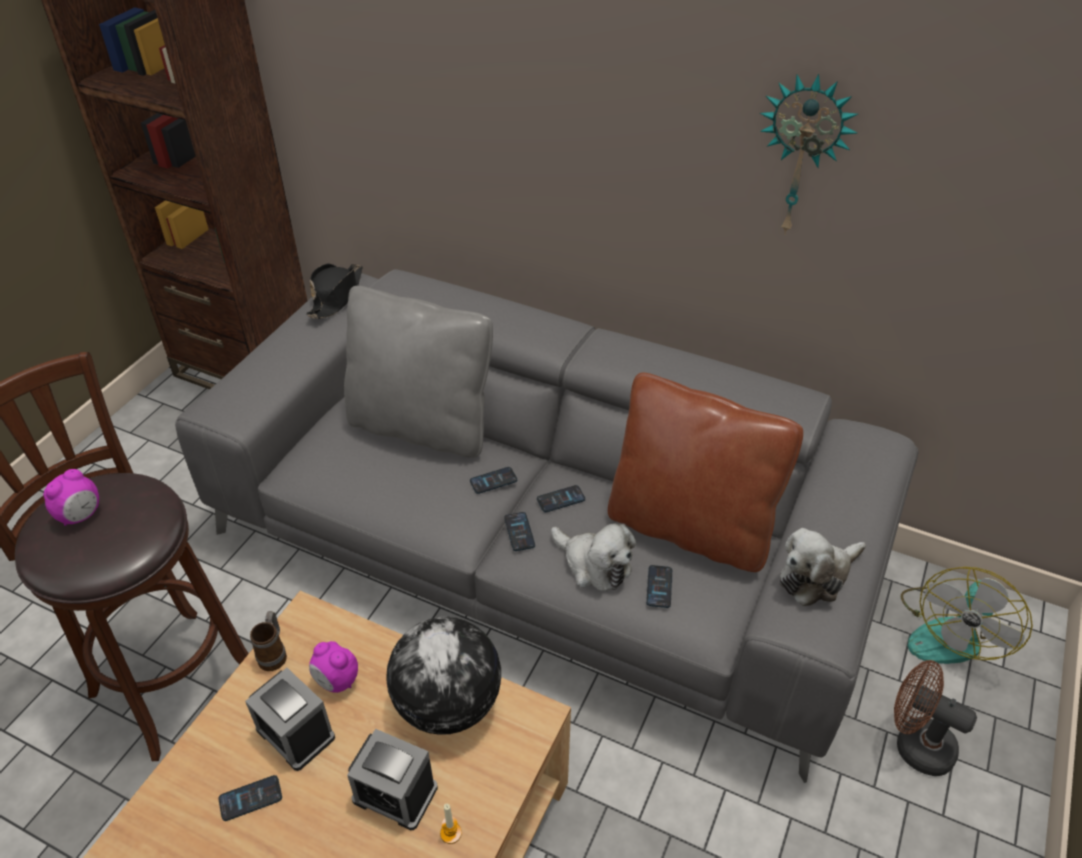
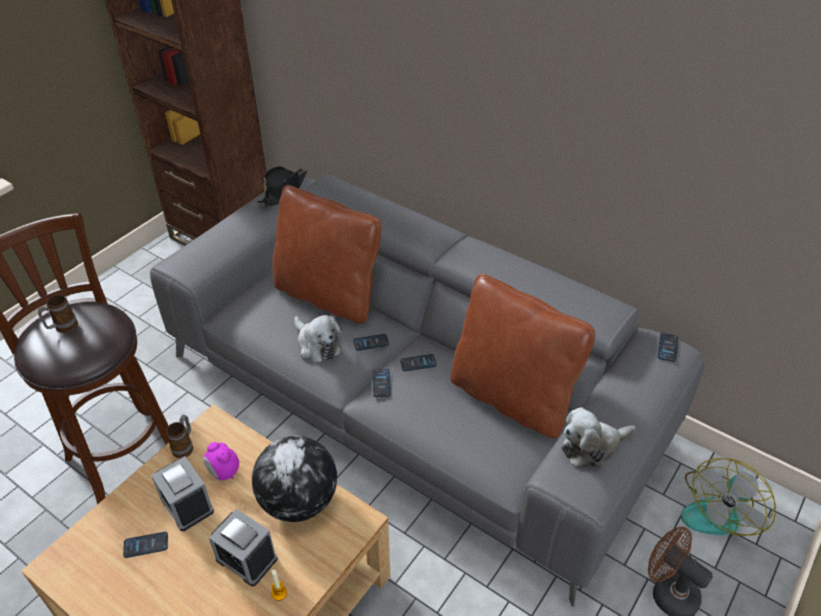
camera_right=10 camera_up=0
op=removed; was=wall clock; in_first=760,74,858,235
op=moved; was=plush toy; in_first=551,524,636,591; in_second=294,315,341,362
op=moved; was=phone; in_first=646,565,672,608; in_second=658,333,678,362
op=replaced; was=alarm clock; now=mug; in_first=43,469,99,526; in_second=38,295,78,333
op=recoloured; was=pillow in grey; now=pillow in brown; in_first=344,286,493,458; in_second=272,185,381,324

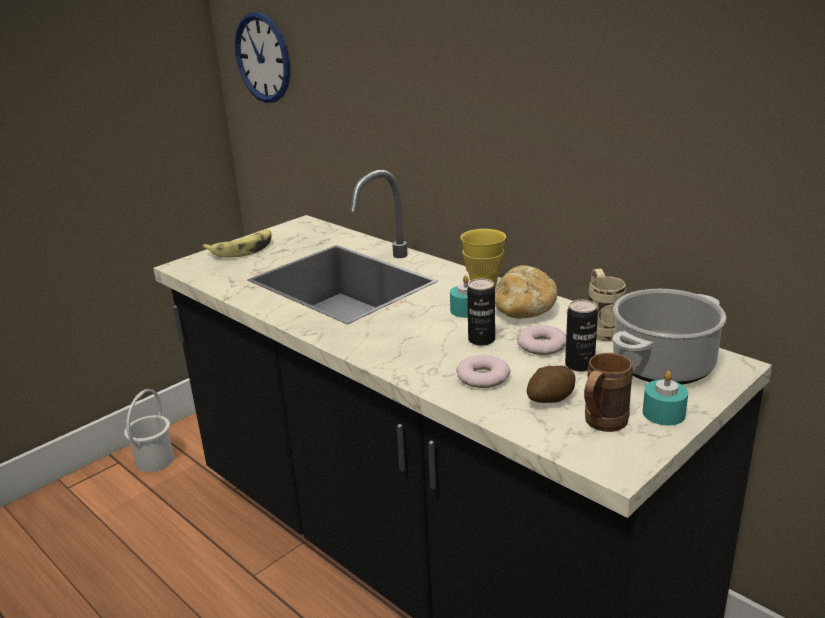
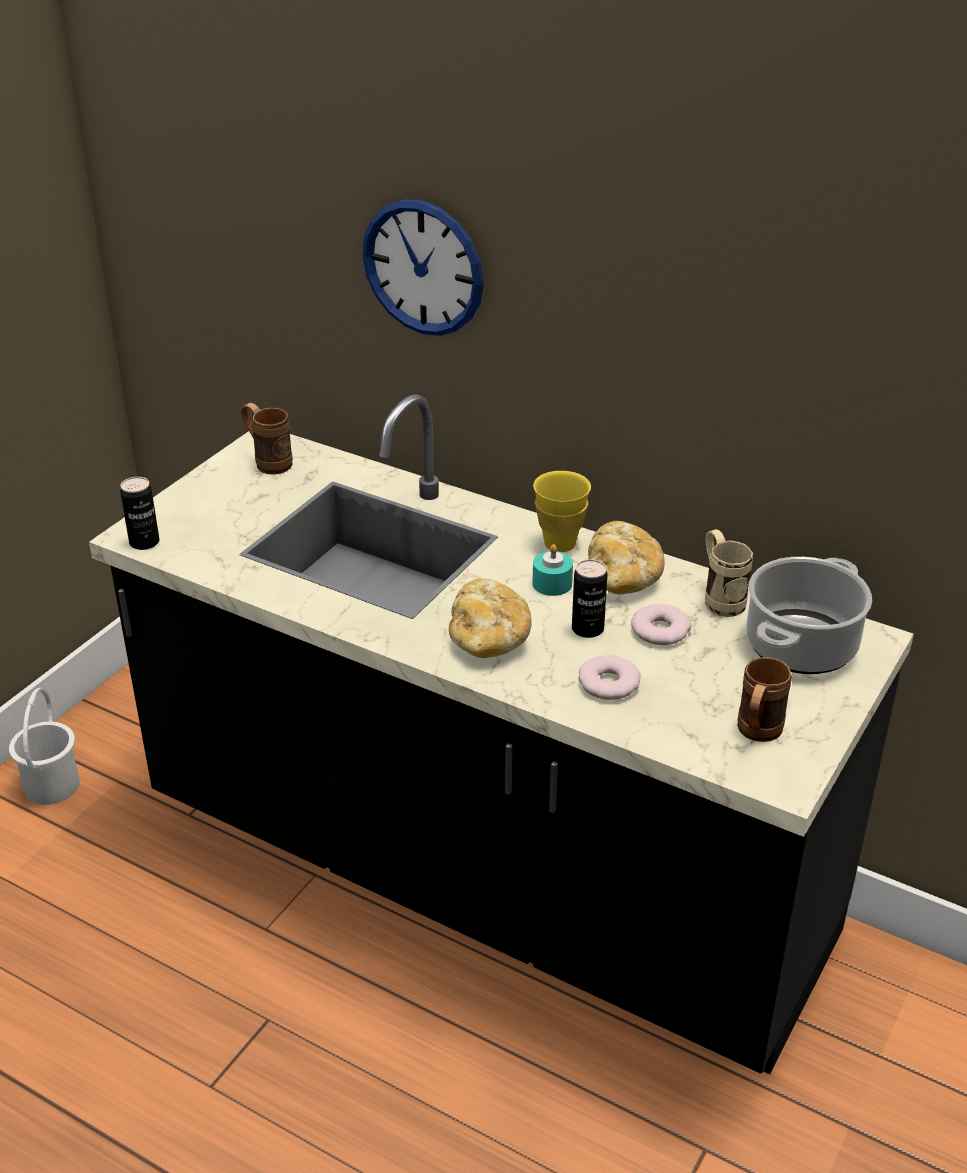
camera_right=-15 camera_up=10
op=removed; was=banana; in_first=202,230,271,257
op=removed; was=potato; in_first=527,366,576,403
op=removed; was=candle in turquoise; in_first=643,371,688,425
op=added; now=mug in brown; in_second=241,403,293,475
op=added; now=bread; in_second=449,578,531,658
op=moved; was=wall clock; in_first=235,12,290,103; in_second=362,199,484,336
op=moved; was=can; in_first=565,300,598,372; in_second=120,477,160,550

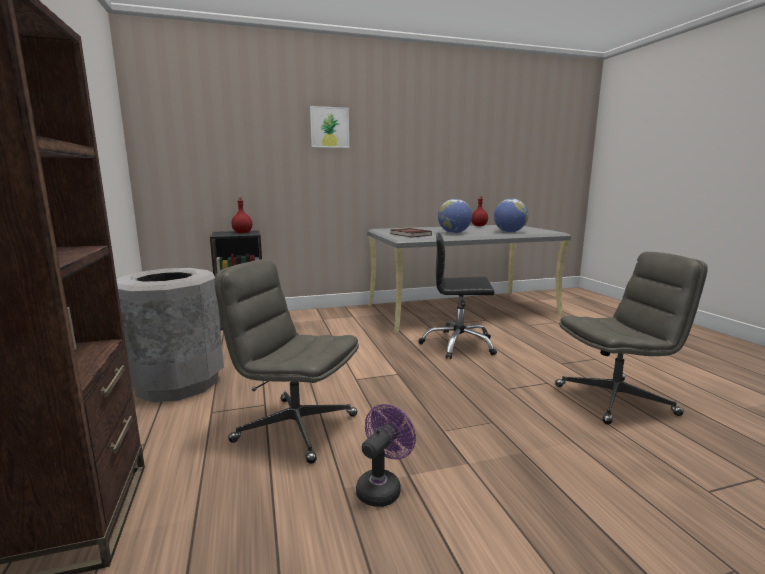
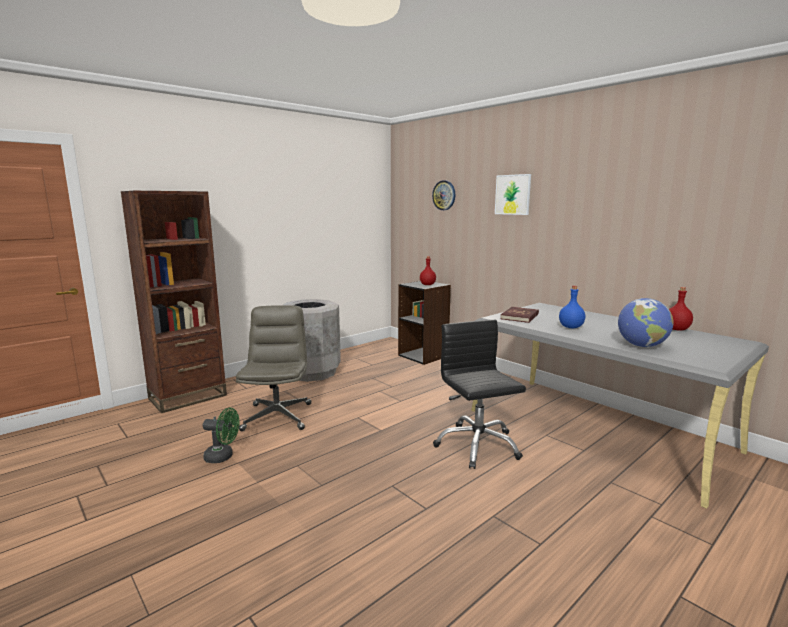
camera_right=65 camera_up=0
op=removed; was=office chair in grey; in_first=555,252,708,424
op=added; now=wall clock; in_second=432,180,455,210
op=replaced; was=globe; now=bottle in blue; in_first=438,199,472,233; in_second=559,286,585,328
op=recoloured; was=fan in purple; now=fan in green; in_first=356,404,416,507; in_second=203,408,240,463

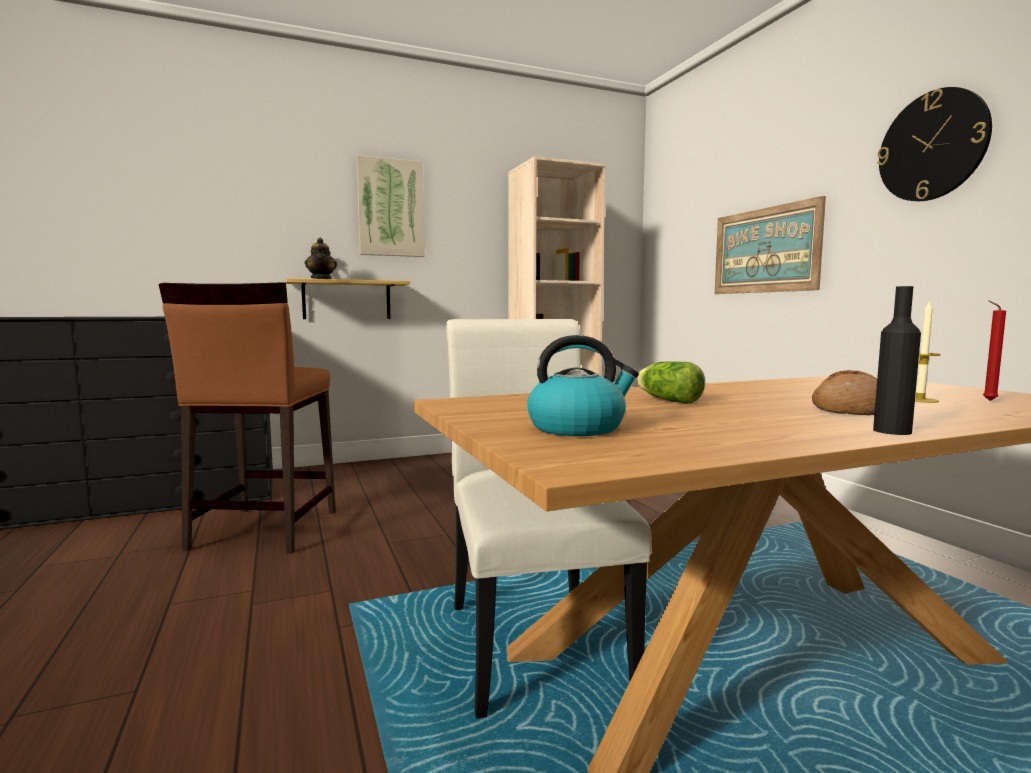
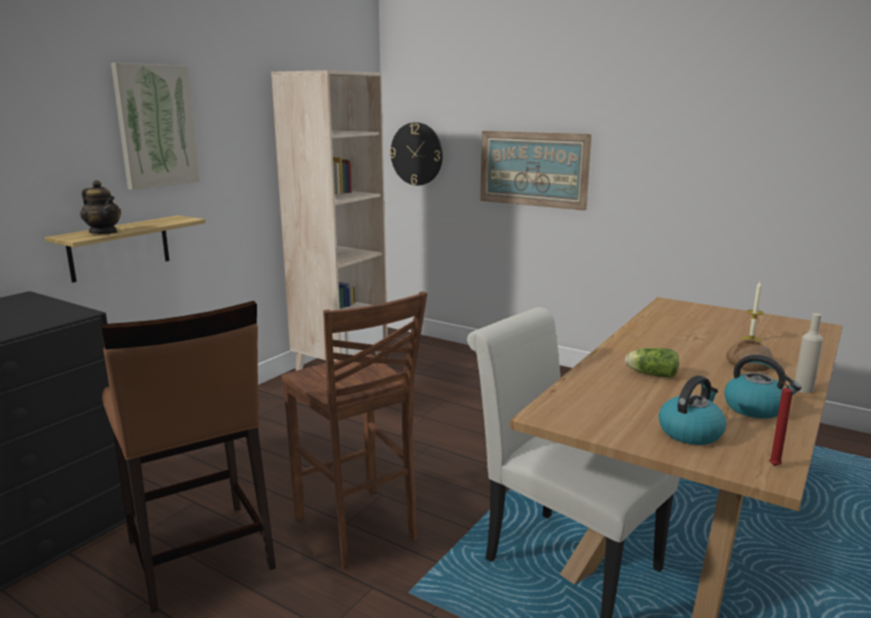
camera_right=-35 camera_up=10
op=added; now=stool in brown; in_second=281,291,427,570
op=added; now=kettle; in_second=724,355,801,419
op=moved; was=wall clock; in_first=877,87,992,201; in_second=390,122,443,186
op=moved; was=candle in red; in_first=983,300,1006,401; in_second=769,382,793,466
op=recoloured; was=bottle in black; now=bottle in beige; in_first=873,286,921,435; in_second=795,313,823,393

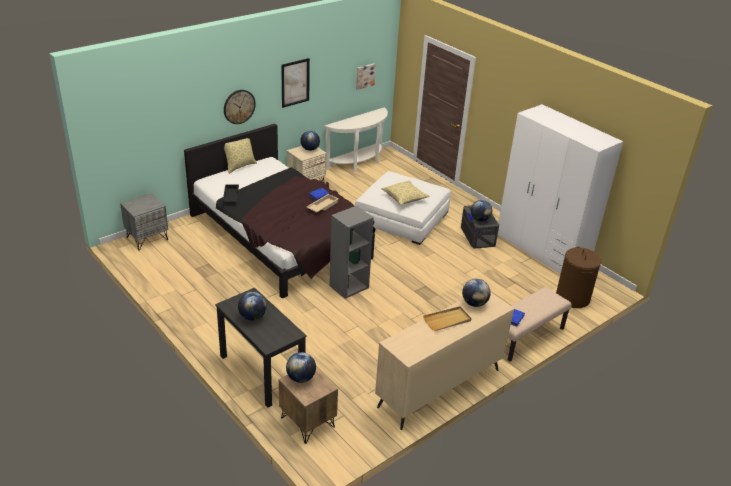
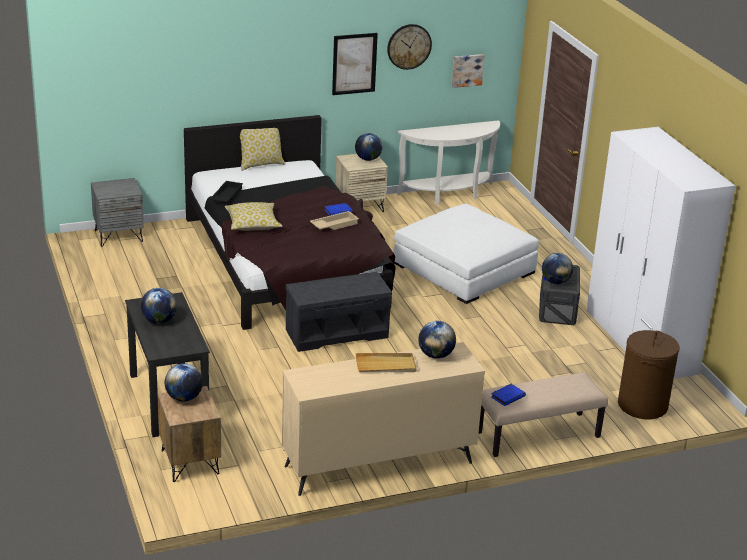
camera_right=20 camera_up=-5
op=moved; was=wall clock; in_first=224,90,256,124; in_second=387,24,432,70
op=moved; was=pillow; in_first=381,180,430,205; in_second=225,202,282,231
op=replaced; was=bookcase in grey; now=bench in grey; in_first=329,205,374,299; in_second=286,272,392,352

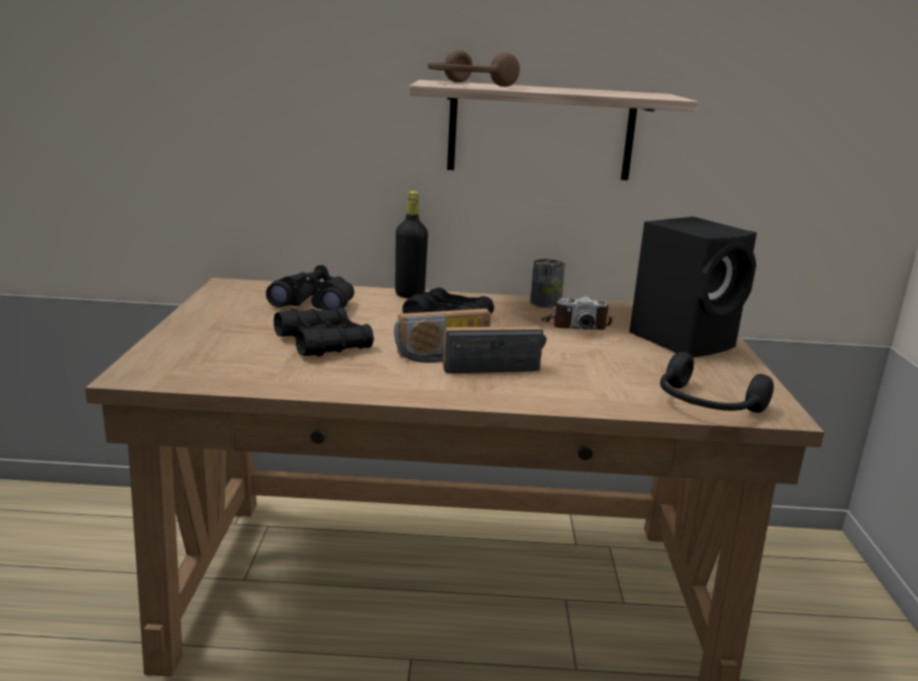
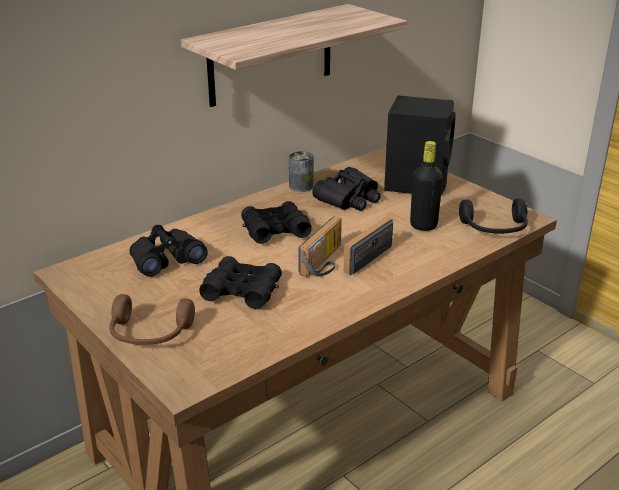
camera_right=-40 camera_up=10
op=moved; was=bottle in black; in_first=395,191,428,298; in_second=410,141,443,231
op=moved; was=headphones in brown; in_first=428,50,520,87; in_second=109,294,195,345
op=replaced; was=photo camera; now=binoculars in black; in_first=541,296,612,330; in_second=312,167,381,211

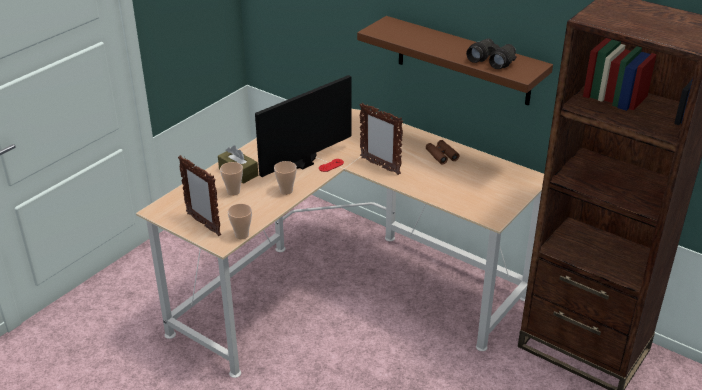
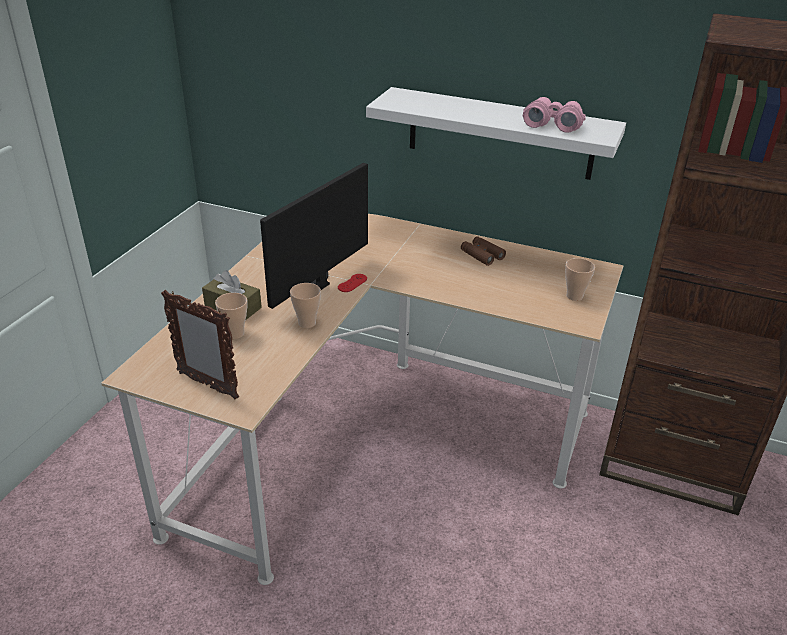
camera_right=-15 camera_up=0
op=removed; was=picture frame; in_first=359,102,403,175
op=moved; was=cup; in_first=228,204,252,239; in_second=565,258,595,301
op=recoloured; was=shelf in brown; now=shelf in white; in_first=357,16,553,106; in_second=366,87,626,180
op=recoloured; was=binoculars in black; now=binoculars in pink; in_first=466,38,516,69; in_second=523,97,586,133

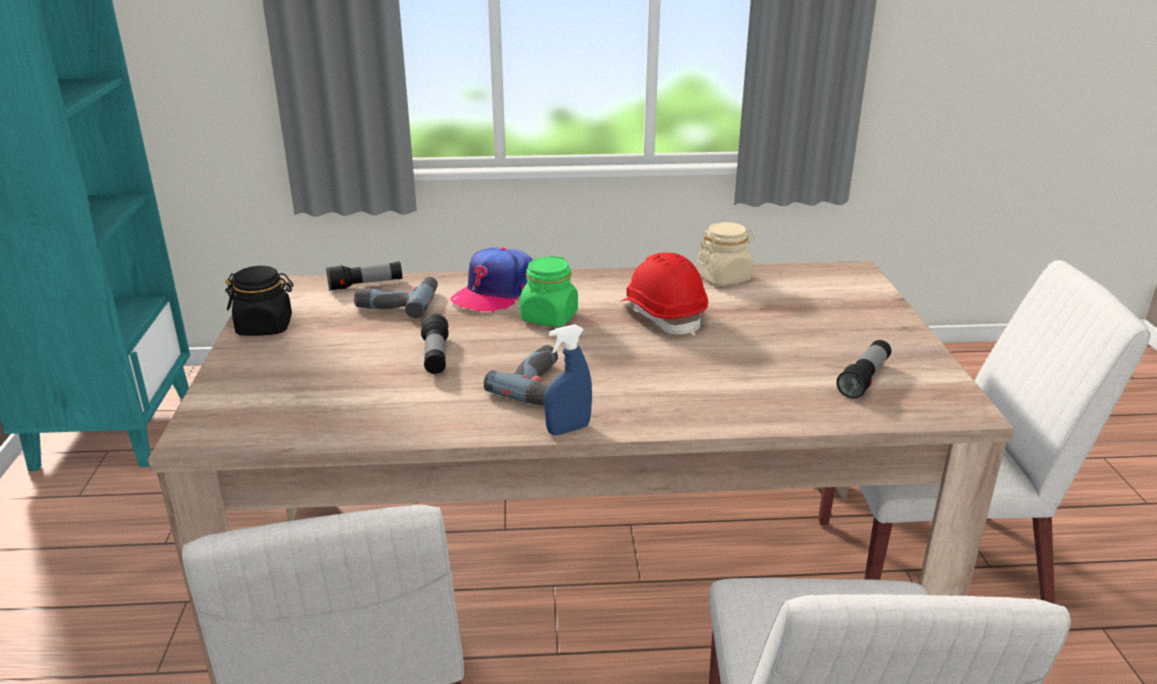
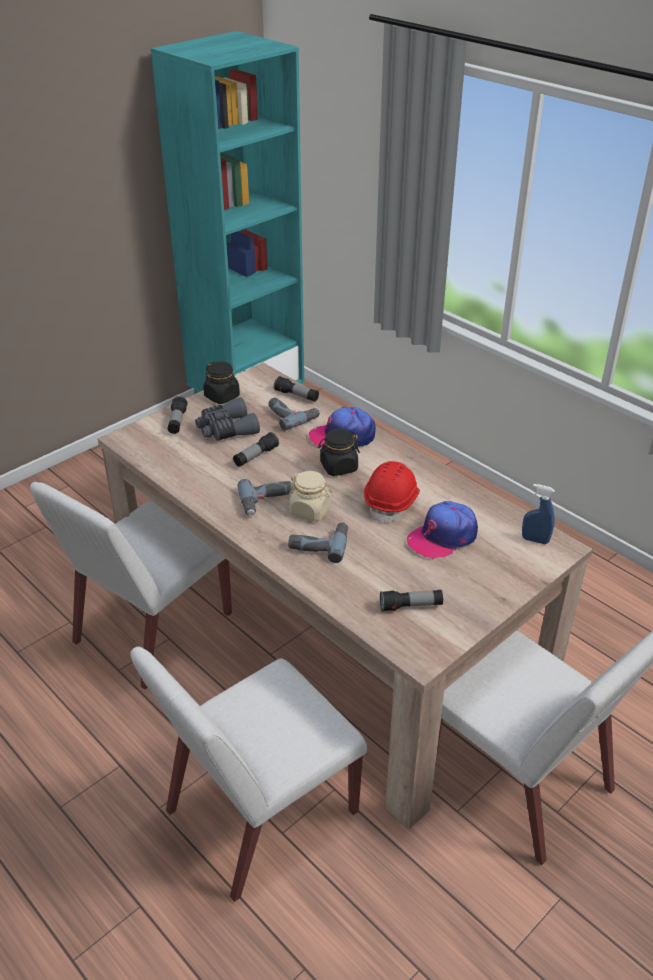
camera_right=50 camera_up=10
op=added; now=flashlight; in_second=167,396,188,434
op=added; now=binoculars in grey; in_second=195,397,260,441
op=added; now=power drill; in_second=288,522,348,563
op=added; now=cap; in_second=407,501,478,559
op=moved; was=spray bottle in blue; in_first=544,324,592,435; in_second=522,484,555,544
op=moved; was=jar in beige; in_first=697,222,755,286; in_second=289,471,332,522
op=recoloured; was=jar in green; now=jar in black; in_first=520,256,578,327; in_second=318,429,360,476

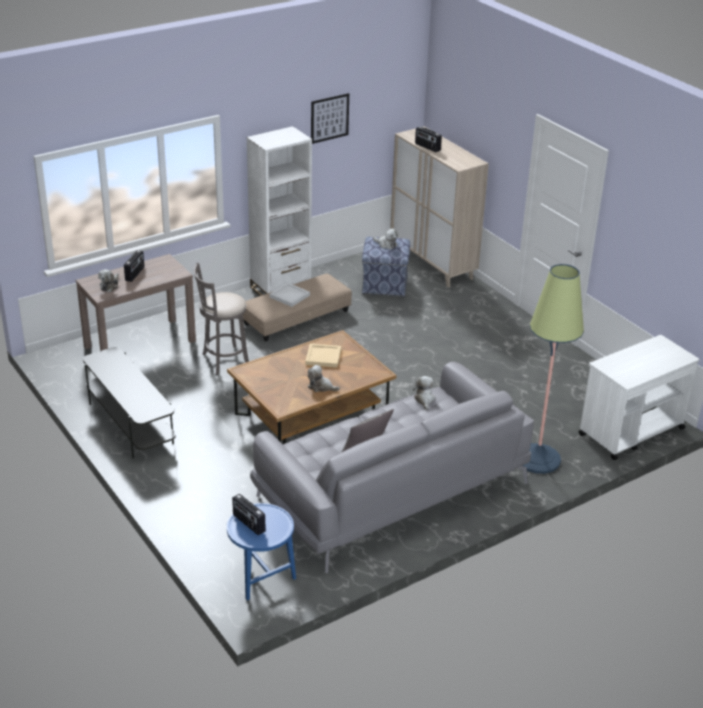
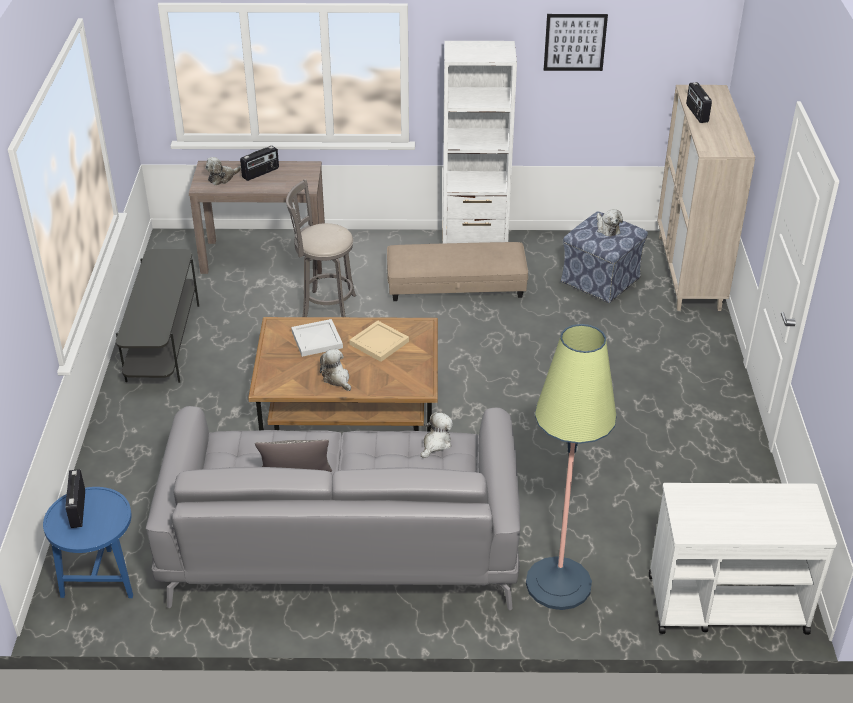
camera_right=35 camera_up=5
op=moved; was=tray in white; in_first=270,283,310,307; in_second=291,319,343,357

